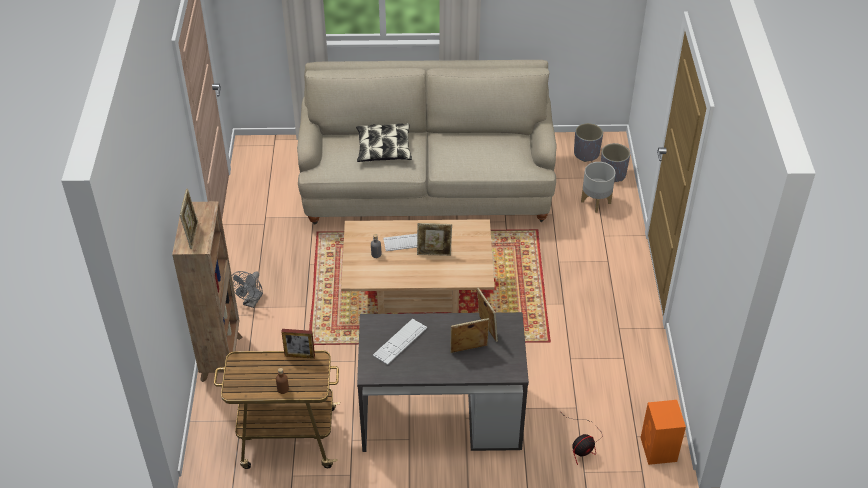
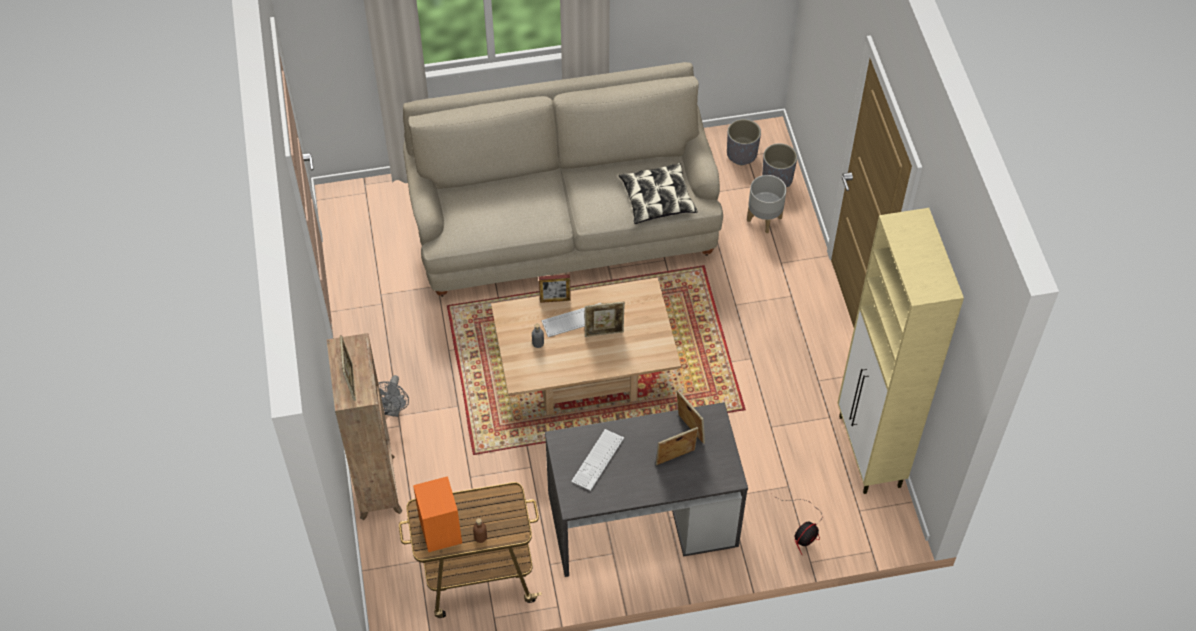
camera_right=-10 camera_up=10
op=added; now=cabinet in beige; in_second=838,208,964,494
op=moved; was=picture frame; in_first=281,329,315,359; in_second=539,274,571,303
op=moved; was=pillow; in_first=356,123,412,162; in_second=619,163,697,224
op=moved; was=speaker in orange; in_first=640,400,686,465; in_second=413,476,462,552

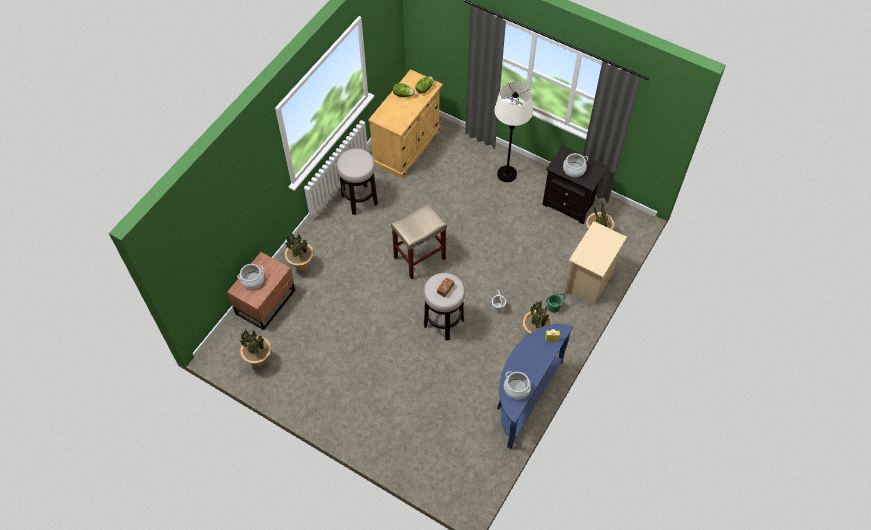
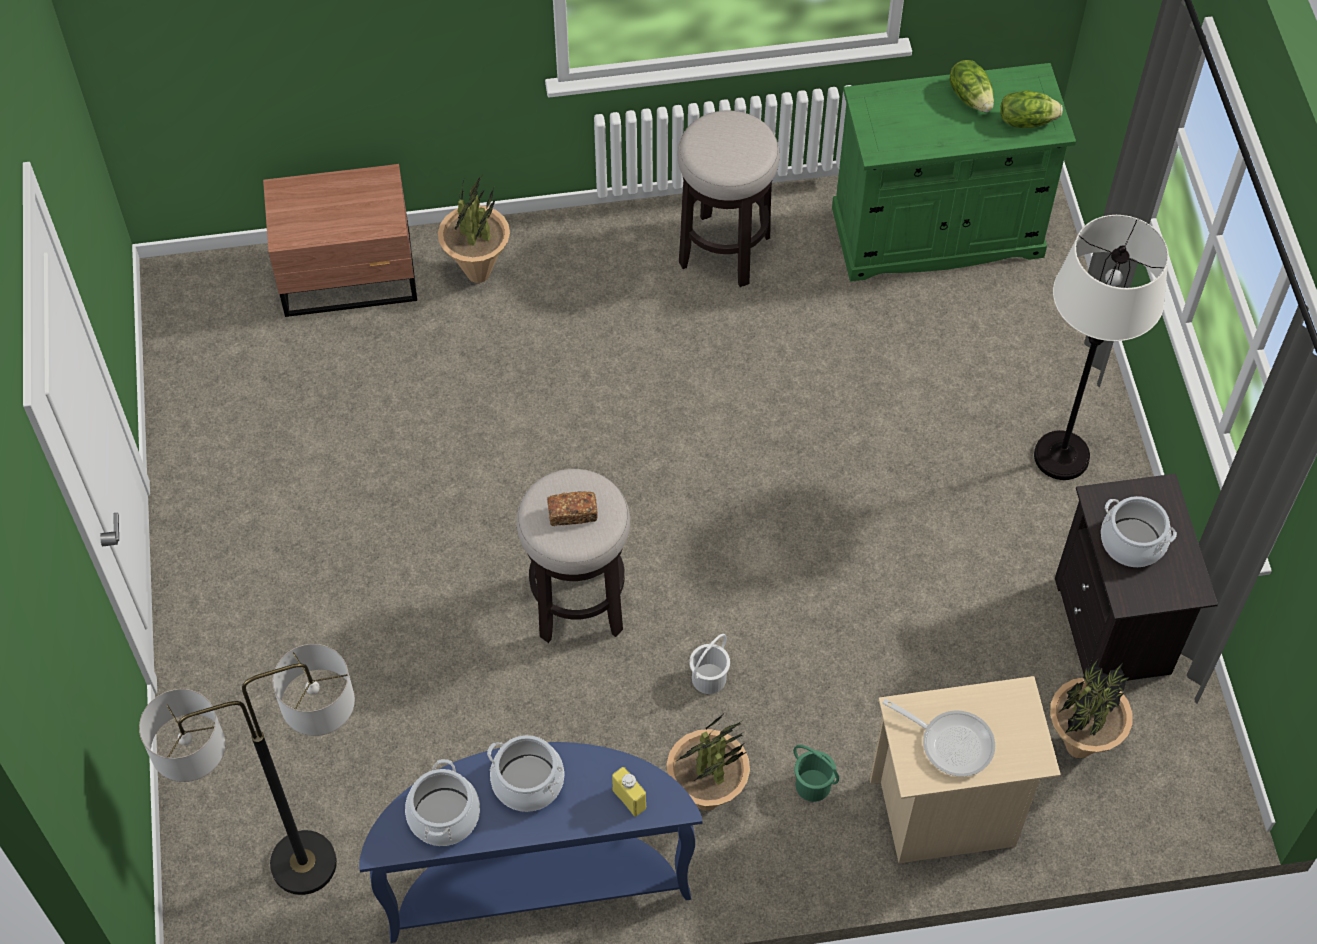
camera_right=50 camera_up=0
op=removed; was=potted plant; in_first=240,329,271,366
op=removed; was=stool in beige; in_first=391,203,447,279
op=added; now=floor lamp; in_second=139,644,355,895
op=added; now=frying pan; in_second=883,699,995,777
op=moved; was=cooking pot; in_first=237,264,264,289; in_second=487,735,565,812
op=recoloured; was=cabinet in beige; now=cabinet in green; in_first=368,69,443,178; in_second=832,63,1076,282

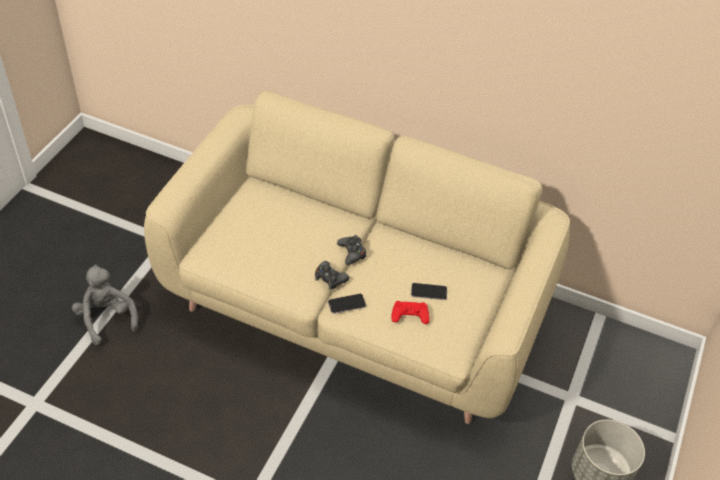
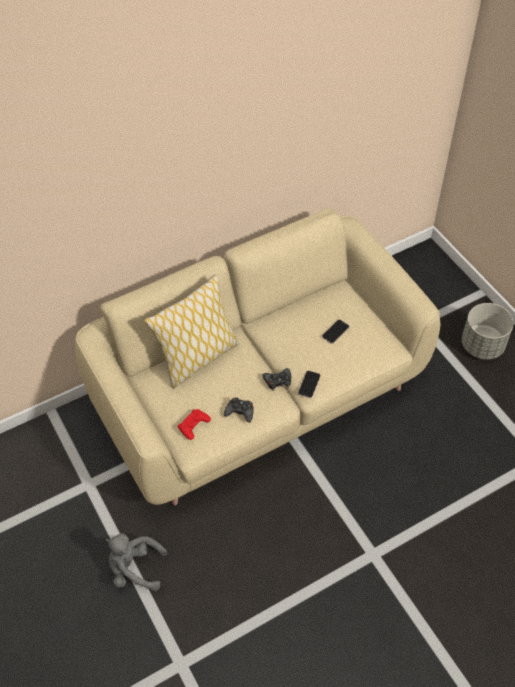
camera_right=-50 camera_up=5
op=added; now=pillow; in_second=144,275,239,388
op=moved; was=game controller in black; in_first=337,235,366,265; in_second=224,398,253,423
op=moved; was=game controller in red; in_first=391,301,430,324; in_second=178,409,211,440

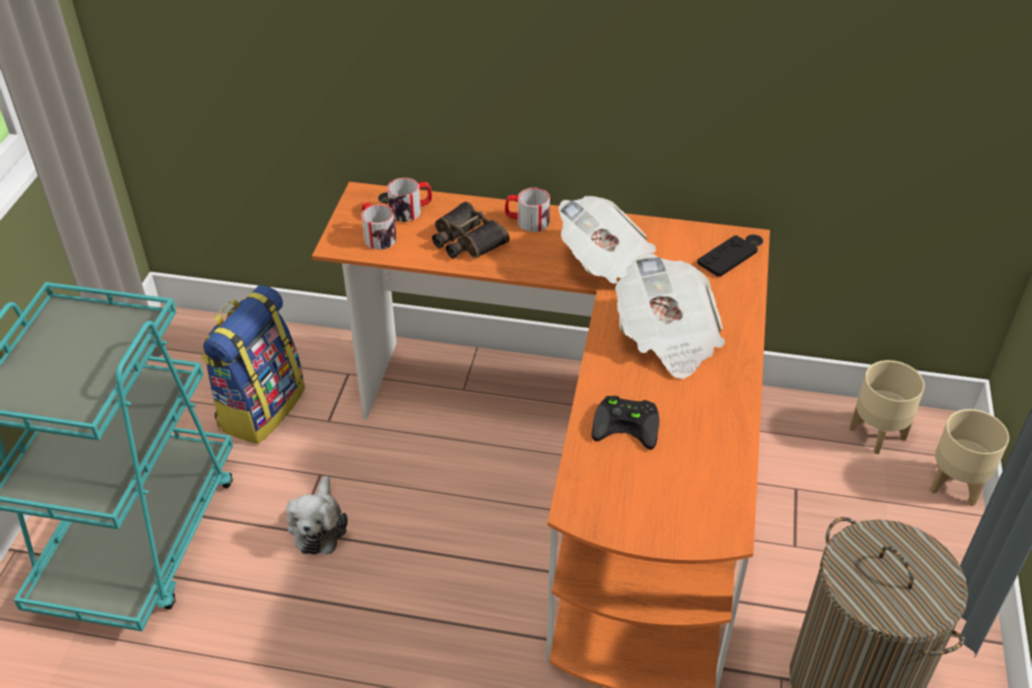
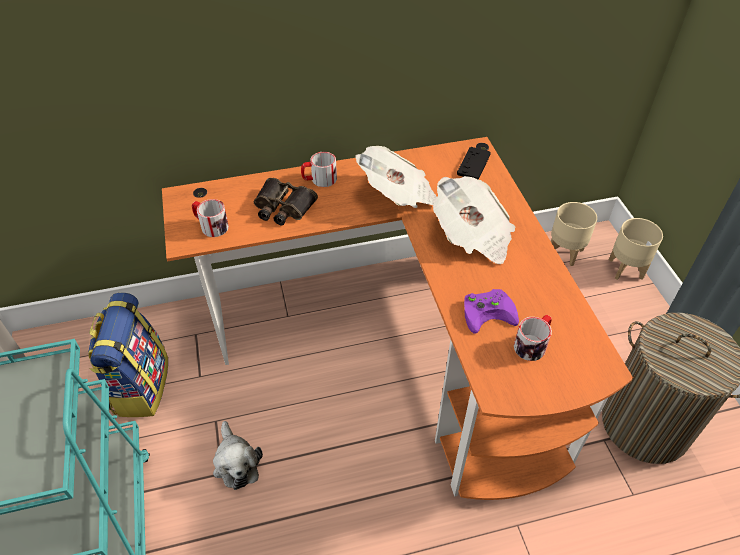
camera_right=-25 camera_up=5
op=moved; was=mug; in_first=387,178,432,222; in_second=514,315,552,361
op=recoloured; was=game controller in black; now=game controller in purple; in_first=592,396,660,450; in_second=464,289,519,334

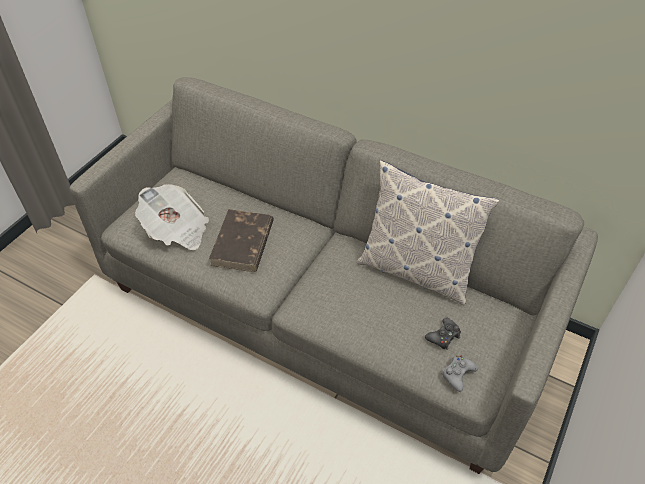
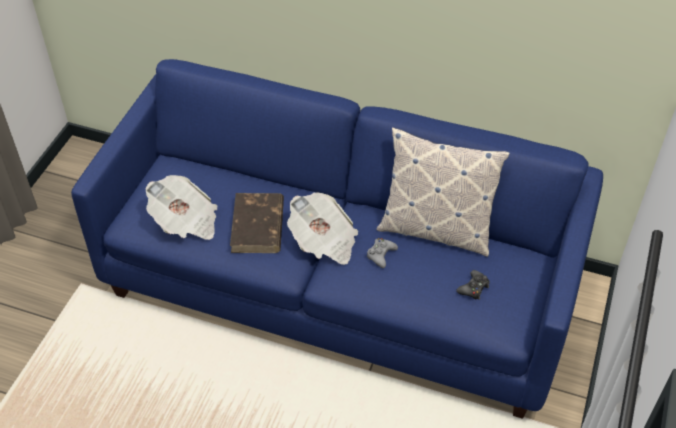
camera_right=-10 camera_up=0
op=added; now=newspaper; in_second=287,192,358,265
op=moved; was=game controller in grey; in_first=442,355,478,392; in_second=366,238,398,268
op=recoloured; was=sofa in grey; now=sofa in blue; in_first=69,77,598,474; in_second=71,59,603,419

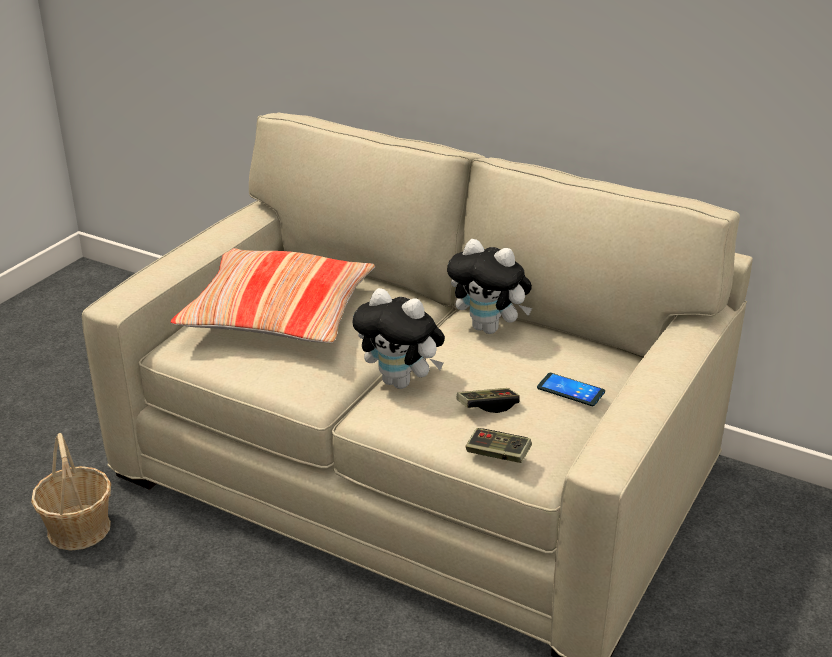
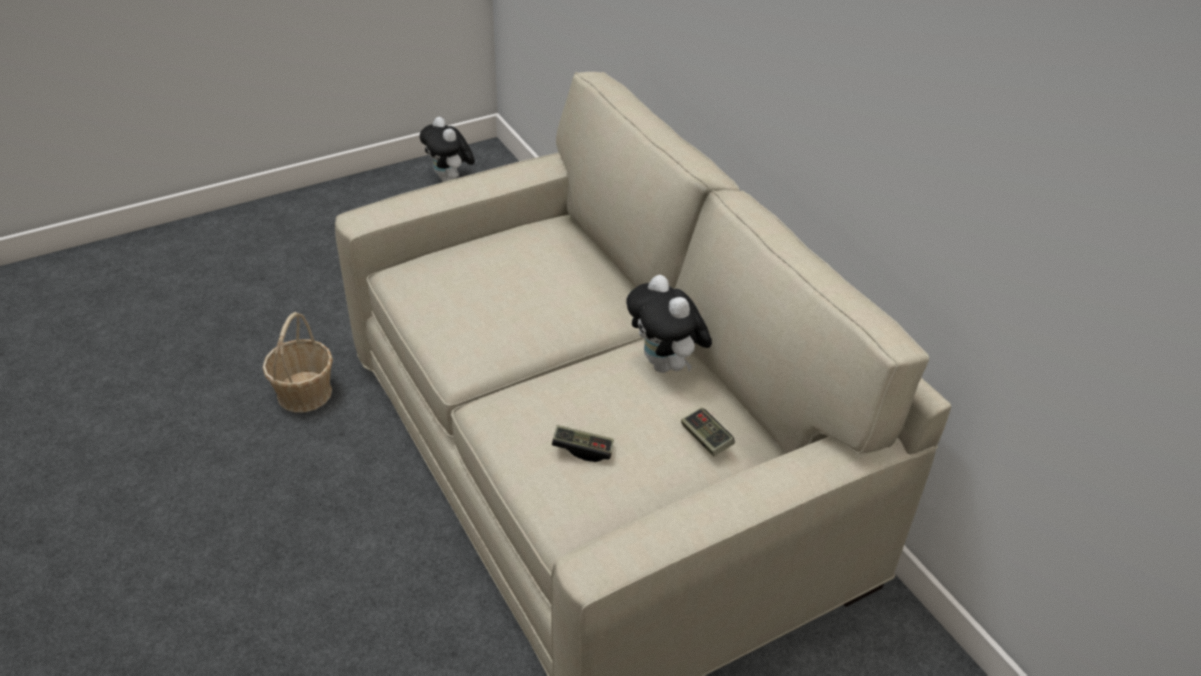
camera_right=30 camera_up=10
op=removed; was=pillow; in_first=171,248,375,343
op=removed; was=phone; in_first=537,372,605,406
op=moved; was=plush toy; in_first=352,288,445,389; in_second=420,117,475,182
op=moved; was=game controller; in_first=466,428,532,463; in_second=681,408,735,456

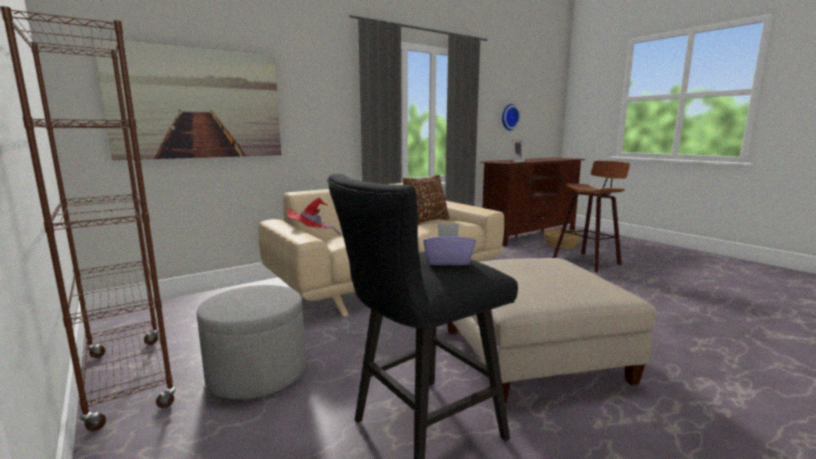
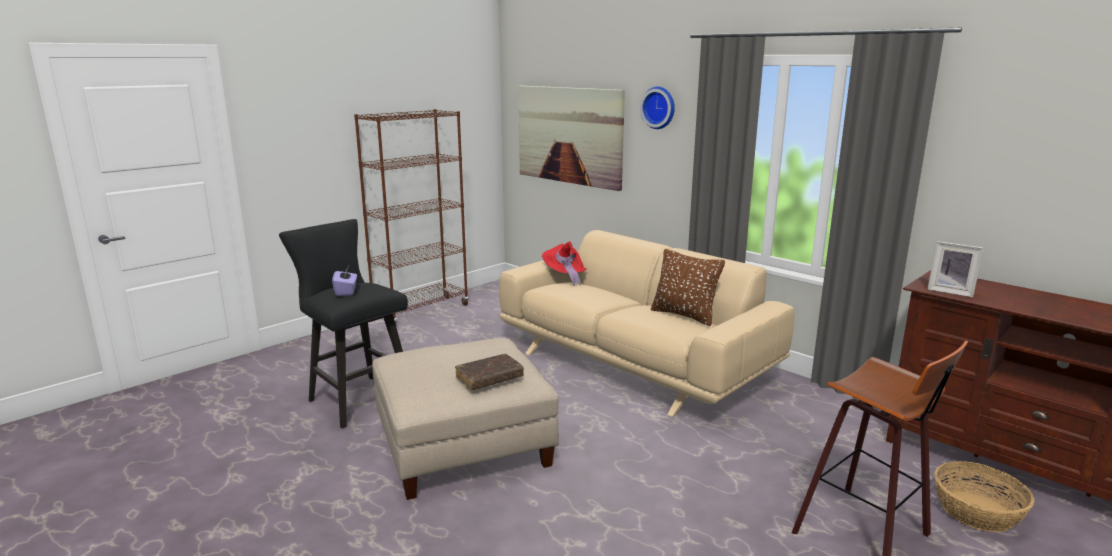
camera_right=80 camera_up=5
op=removed; was=ottoman in grey; in_first=197,285,306,399
op=added; now=book in brown; in_second=455,354,524,390
op=moved; was=wall clock; in_first=502,104,520,130; in_second=640,87,675,129

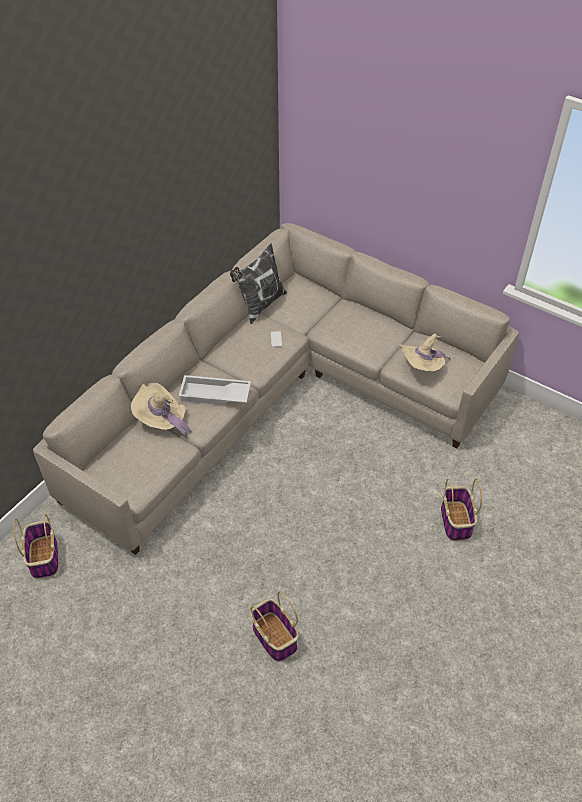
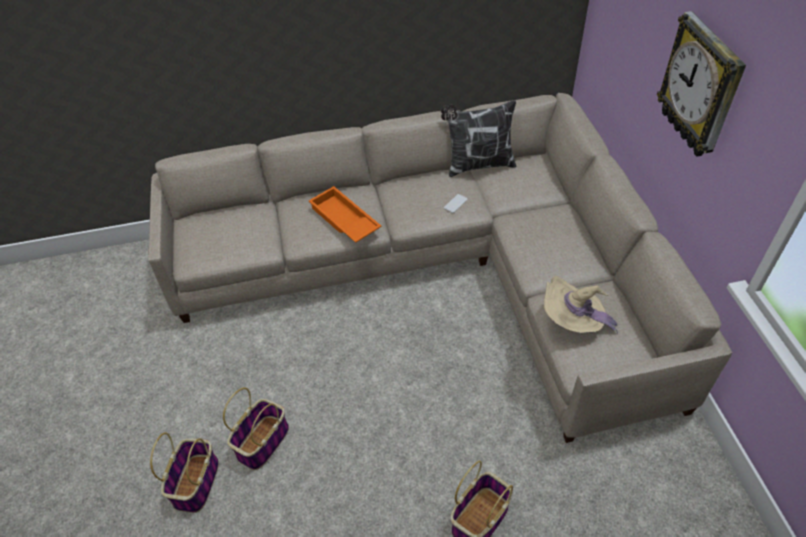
camera_right=45 camera_up=0
op=removed; was=hat in beige; in_first=131,383,192,438
op=added; now=wall clock; in_second=657,11,746,157
op=moved; was=basket; in_first=13,514,58,579; in_second=223,388,289,470
op=recoloured; was=tray in white; now=tray in orange; in_first=179,375,251,405; in_second=309,186,381,243

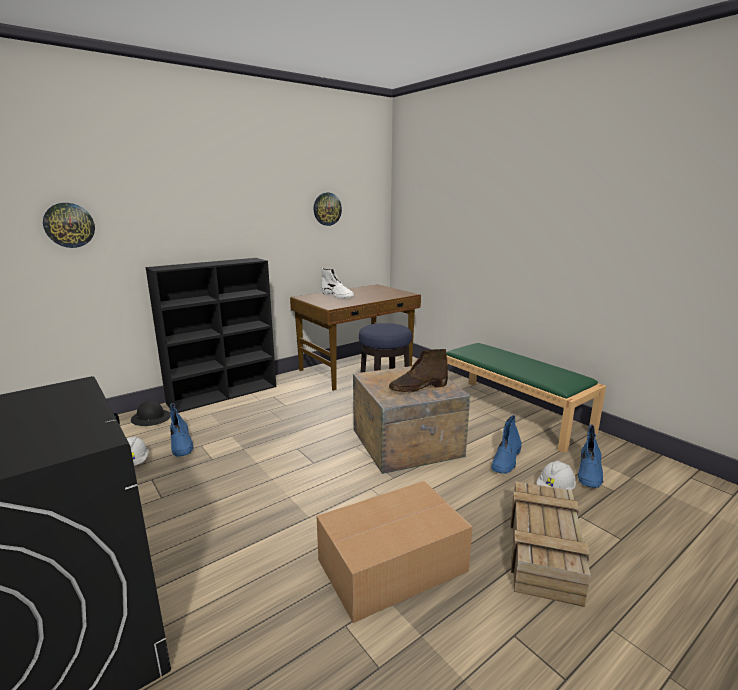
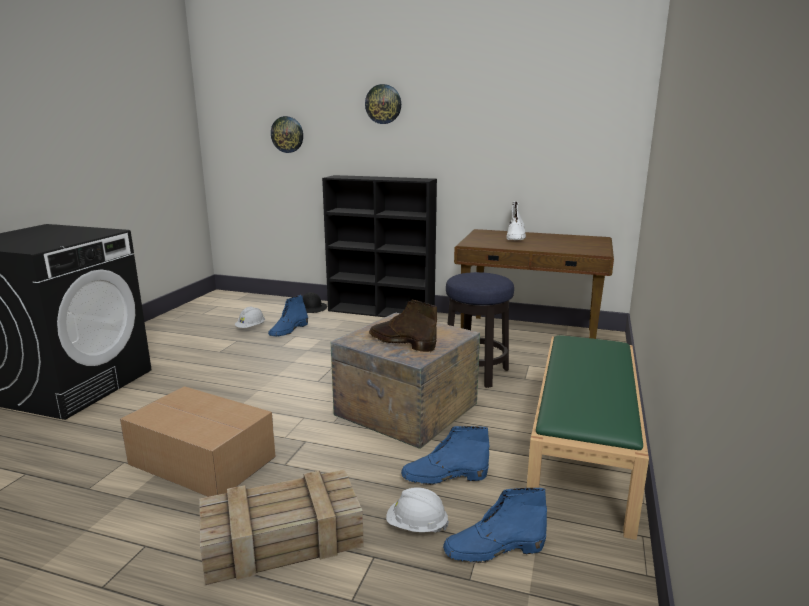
camera_right=55 camera_up=0
op=moved; was=wall clock; in_first=314,193,342,226; in_second=365,84,401,124

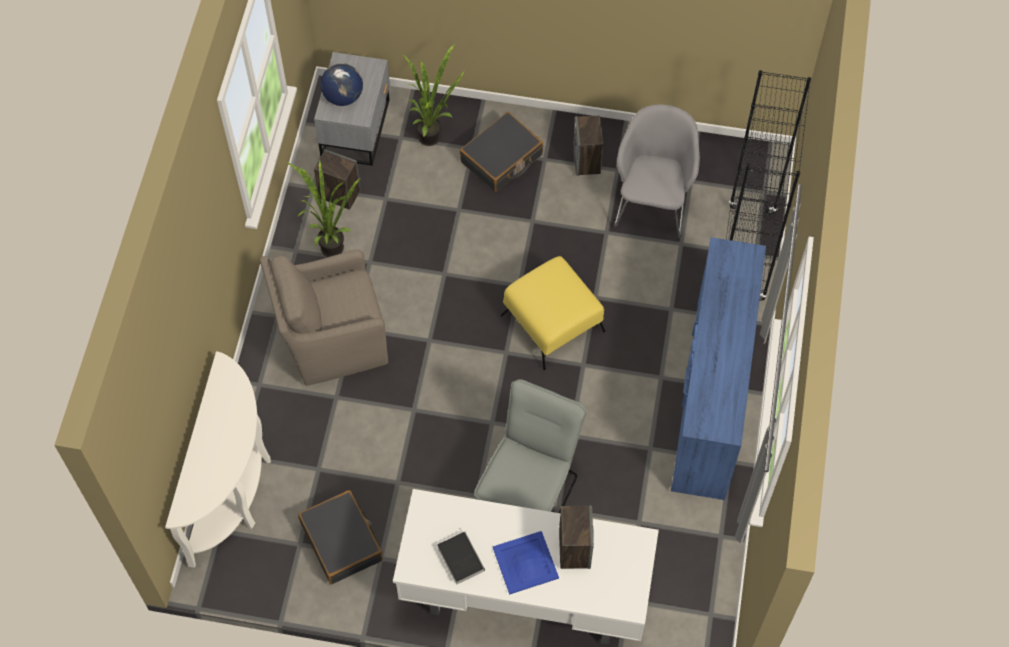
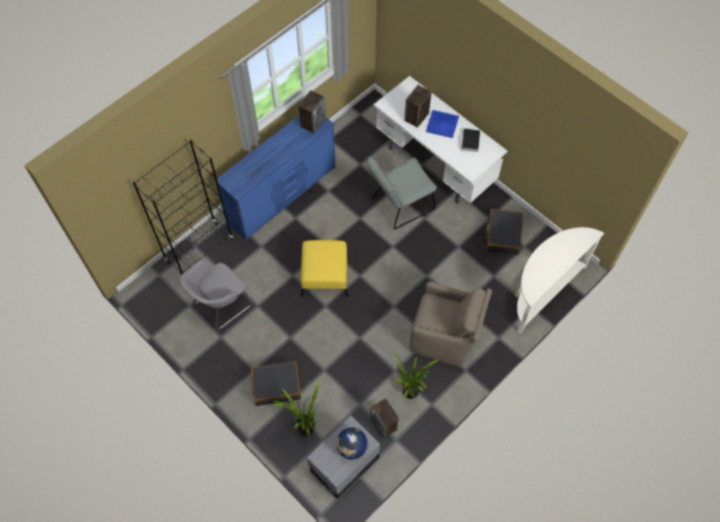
camera_right=-145 camera_up=0
op=moved; was=speaker; in_first=573,115,603,176; in_second=299,90,326,134

